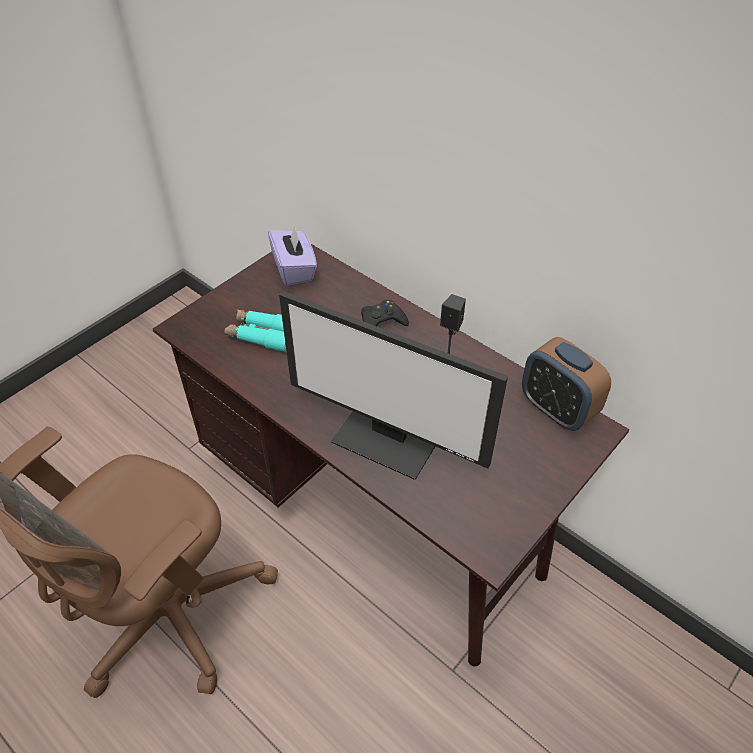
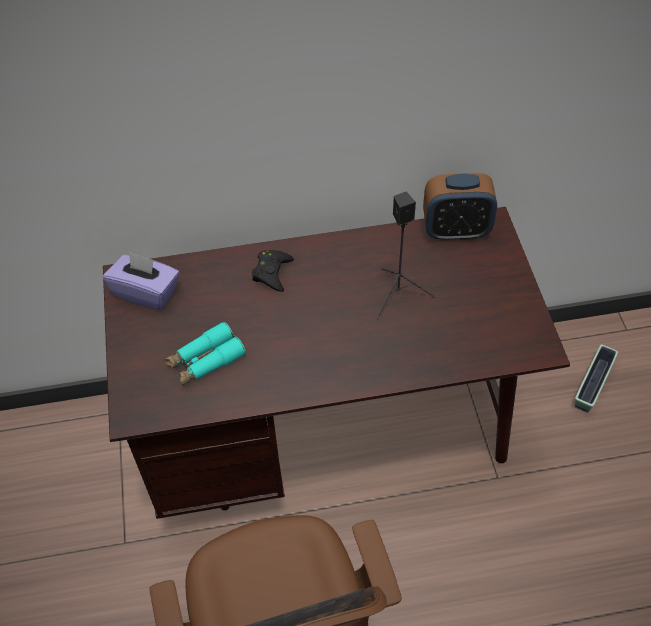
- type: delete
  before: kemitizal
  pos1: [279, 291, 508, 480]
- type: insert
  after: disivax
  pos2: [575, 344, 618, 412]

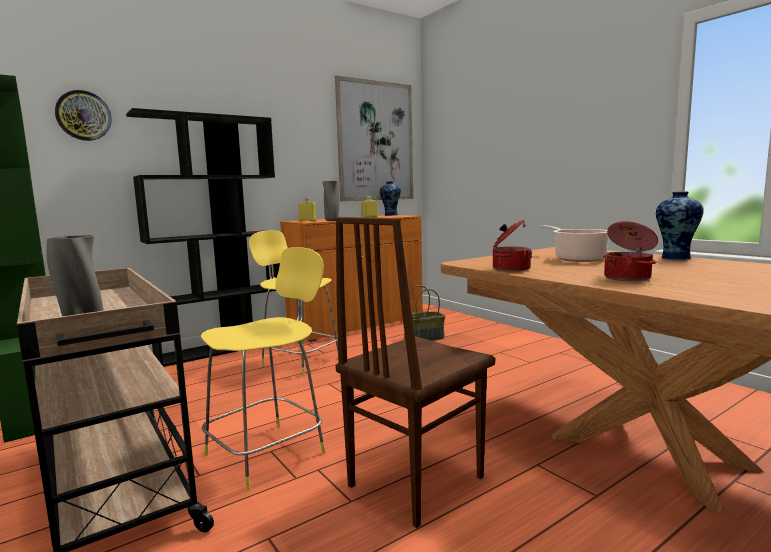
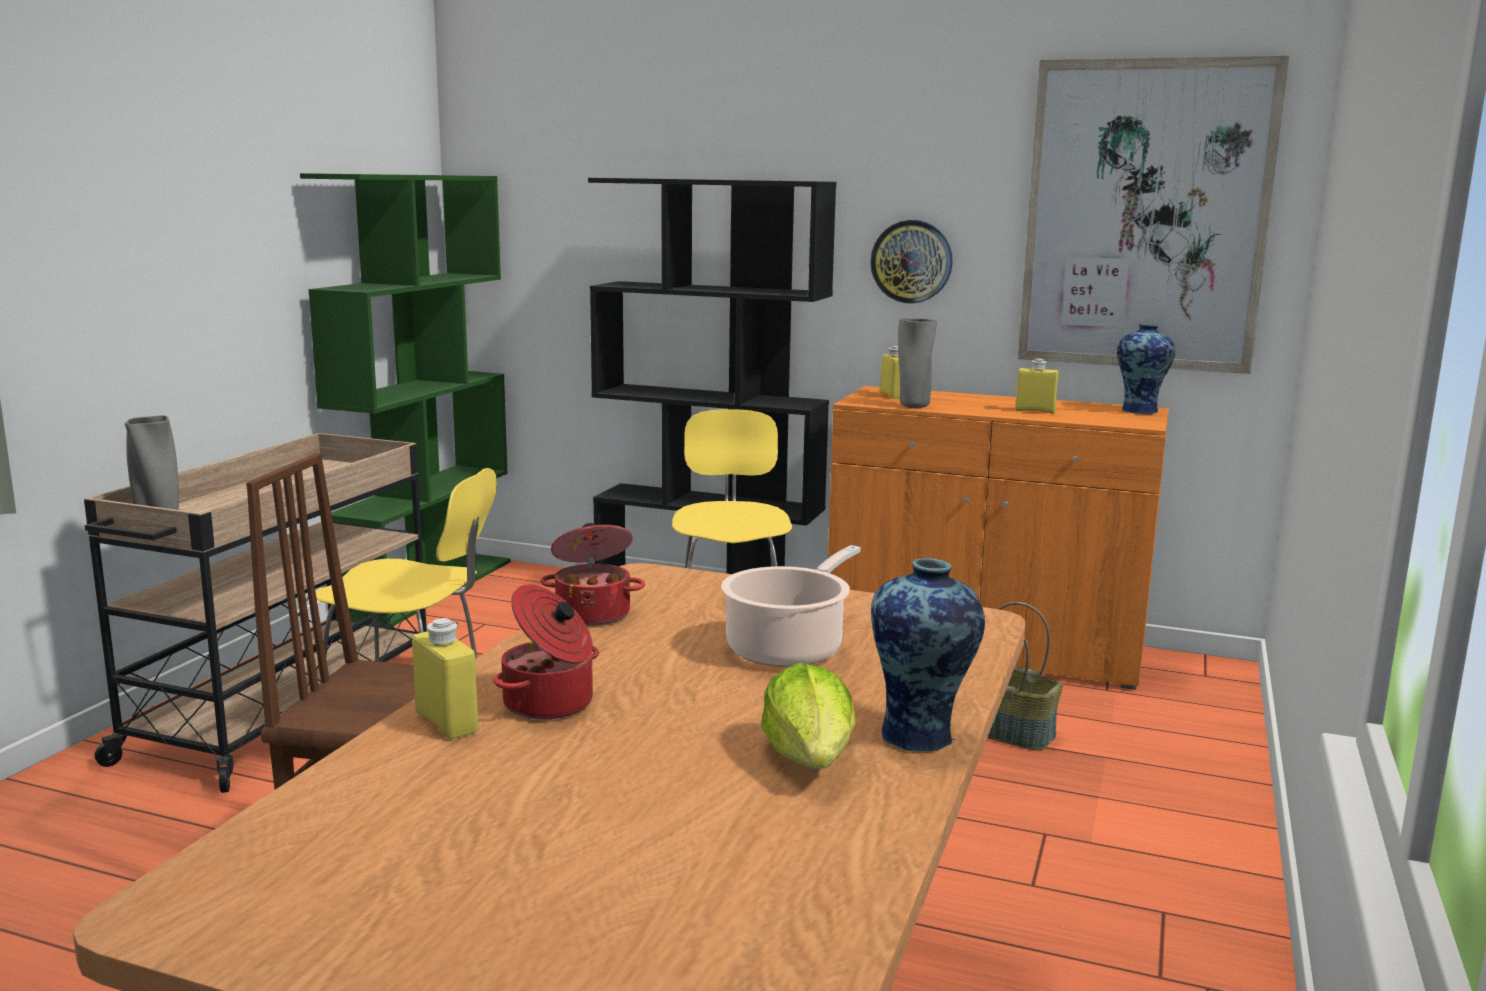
- type: move
  before: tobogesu
  pos1: [55, 90, 112, 141]
  pos2: [870, 220, 953, 304]
- type: insert
  after: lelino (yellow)
  pos2: [412, 618, 479, 739]
- type: insert
  after: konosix
  pos2: [761, 663, 855, 769]

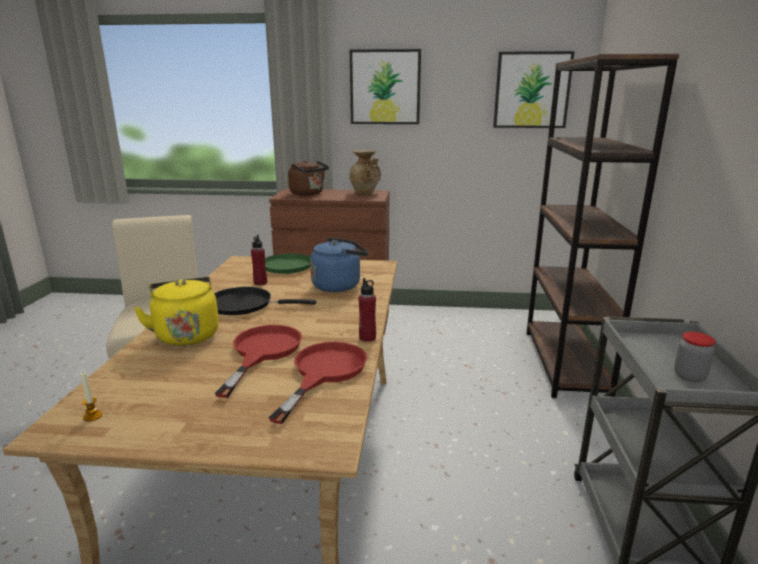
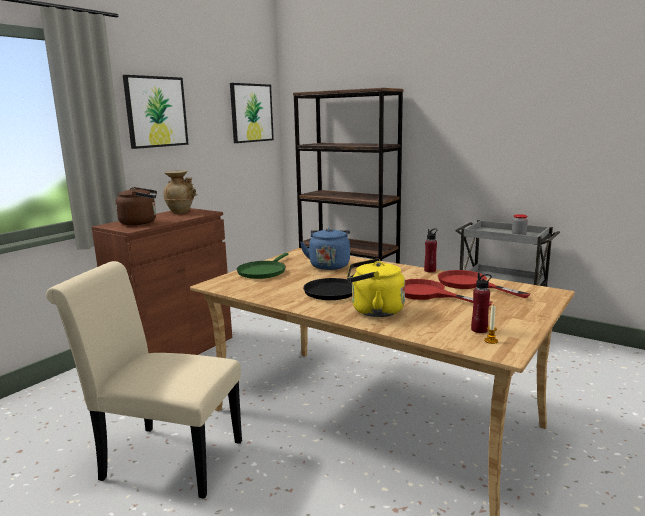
- type: move
  before: lelino (red)
  pos1: [251, 235, 267, 285]
  pos2: [471, 273, 492, 333]

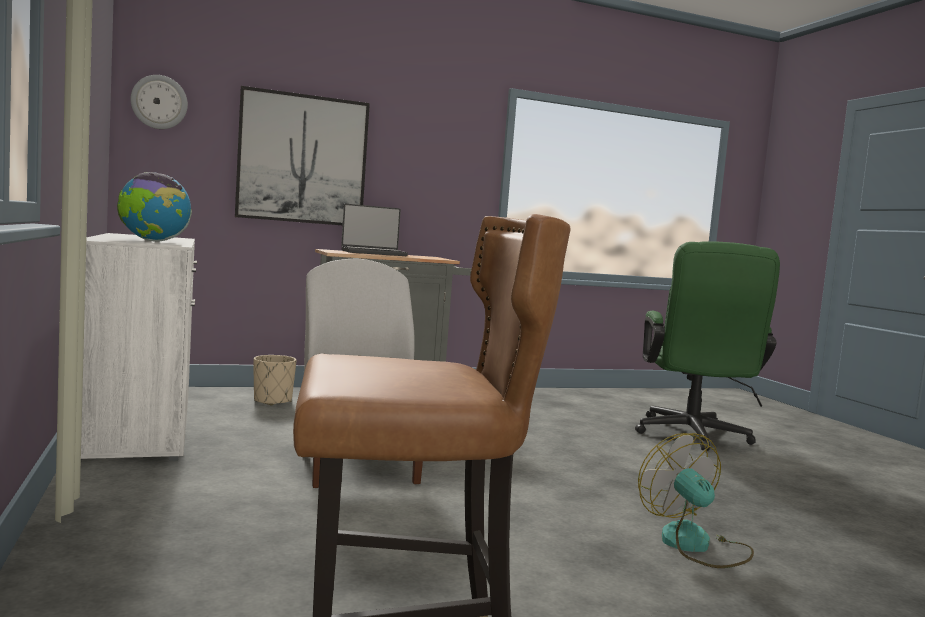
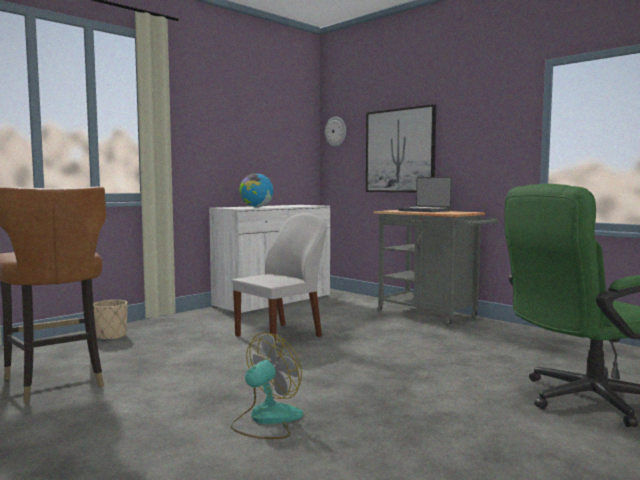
- type: move
  before: disivax (beige)
  pos1: [253, 355, 296, 406]
  pos2: [93, 300, 128, 340]

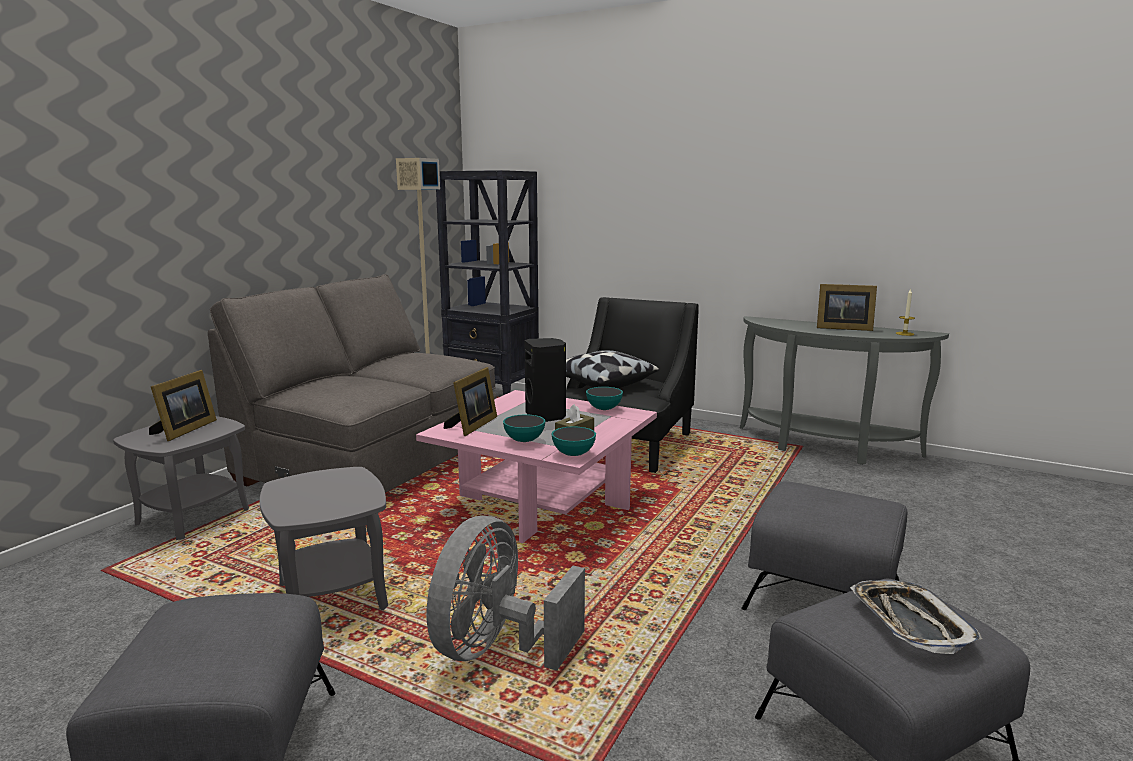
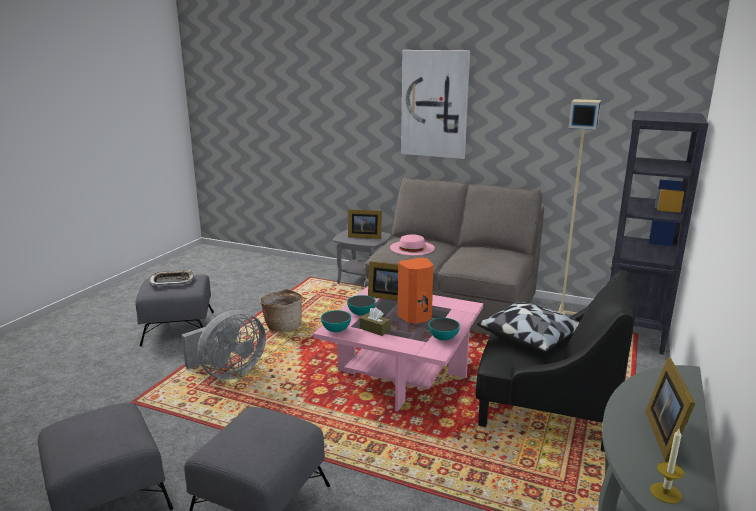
- type: replace
  before: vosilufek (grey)
  after: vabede
  pos1: [259, 467, 388, 610]
  pos2: [260, 289, 303, 332]
- type: rotate
  before: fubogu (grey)
  pos1: [427, 516, 585, 671]
  pos2: [181, 310, 266, 380]
  turn: 120
- type: recolor
  before: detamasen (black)
  after: detamasen (orange)
  pos1: [524, 338, 566, 422]
  pos2: [398, 258, 434, 324]
- type: move
  before: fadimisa
  pos1: [850, 580, 983, 654]
  pos2: [149, 270, 195, 285]
- type: insert
  after: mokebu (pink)
  pos2: [390, 234, 435, 255]
- type: insert
  after: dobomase
  pos2: [401, 50, 470, 159]

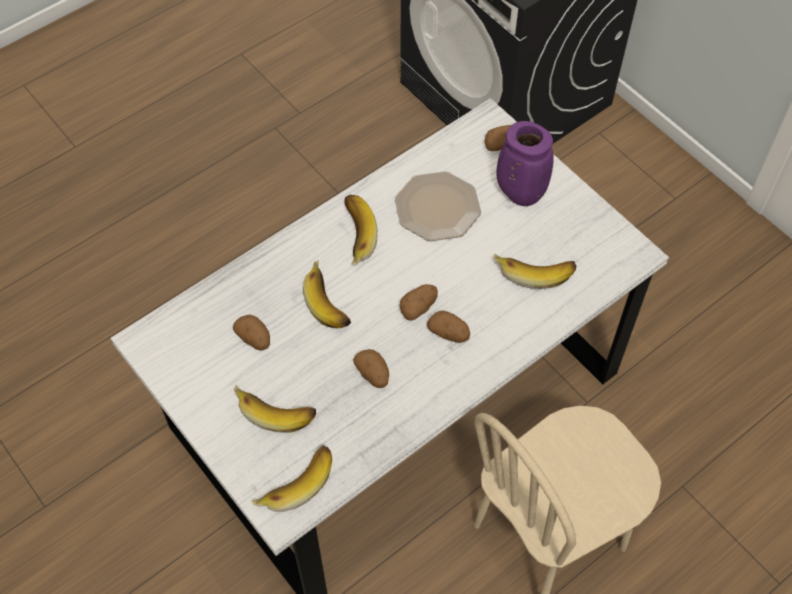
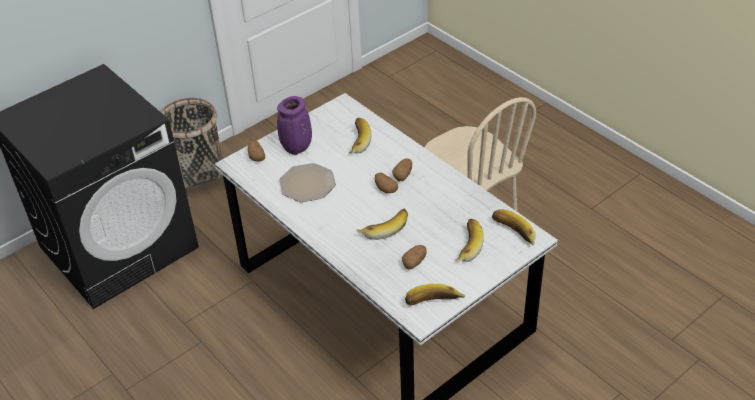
- type: move
  before: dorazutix
  pos1: [344, 195, 378, 265]
  pos2: [405, 284, 465, 306]
- type: delete
  before: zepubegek
  pos1: [353, 349, 389, 388]
- type: insert
  after: vabede
  pos2: [161, 98, 225, 197]

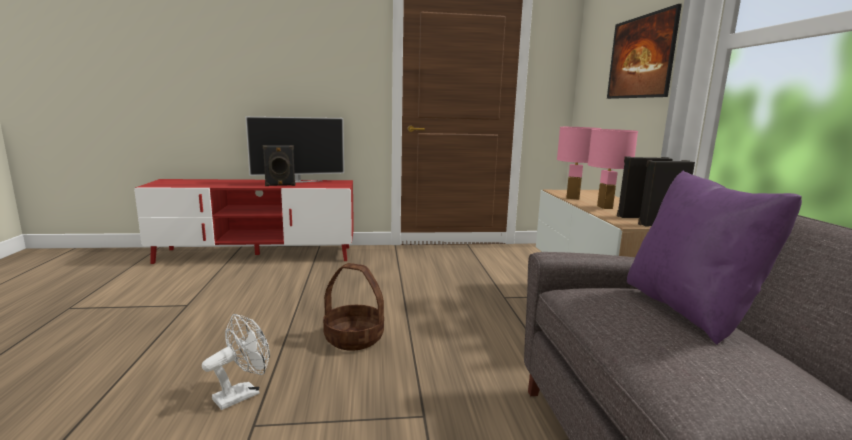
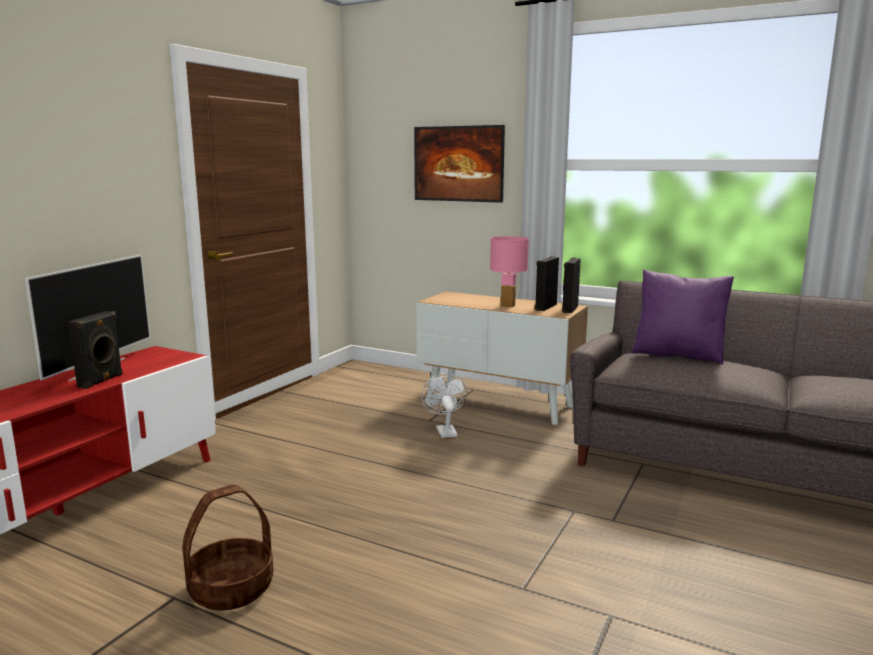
- type: move
  before: fubogu (white)
  pos1: [202, 314, 270, 410]
  pos2: [421, 373, 467, 438]
- type: move
  before: vabede
  pos1: [323, 263, 384, 351]
  pos2: [182, 485, 273, 610]
- type: delete
  before: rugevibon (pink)
  pos1: [557, 127, 602, 200]

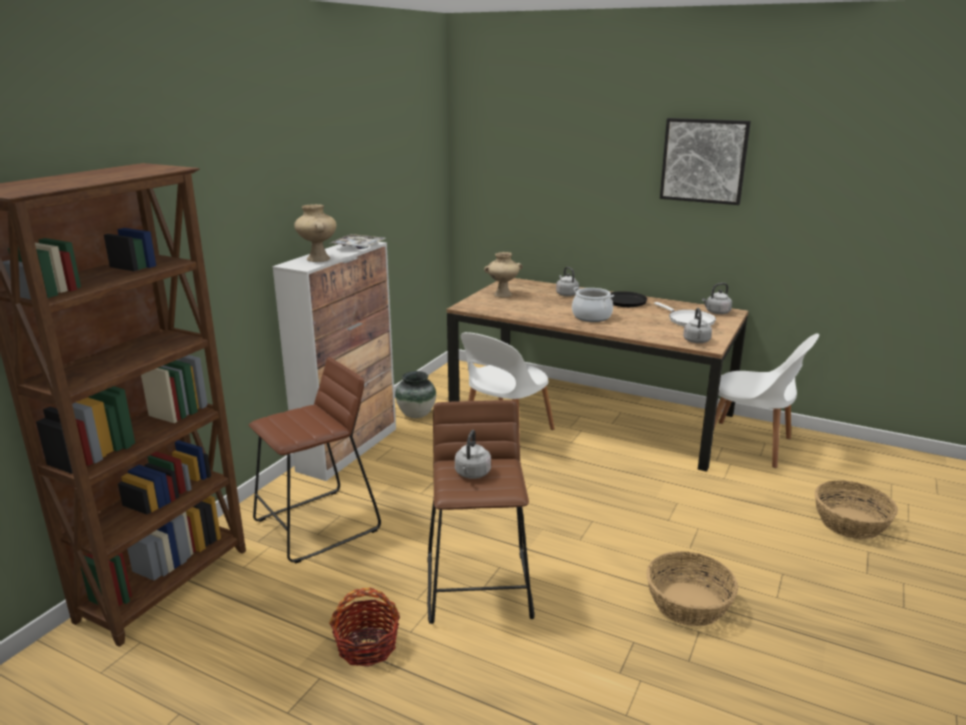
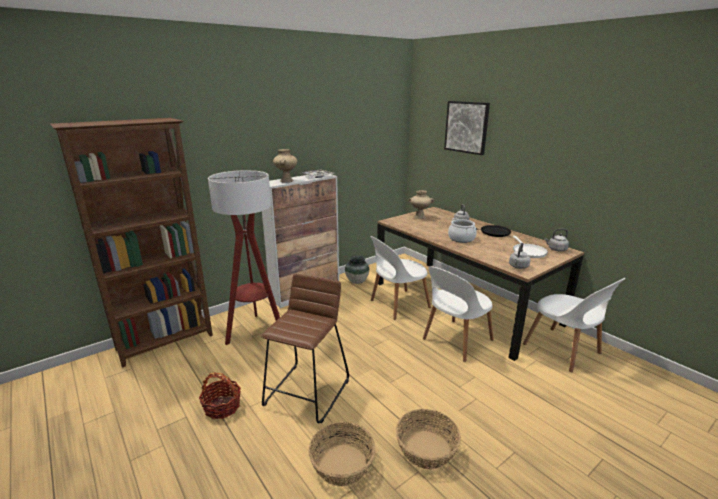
- type: replace
  before: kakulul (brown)
  after: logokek
  pos1: [249, 357, 381, 564]
  pos2: [208, 170, 280, 345]
- type: delete
  before: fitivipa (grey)
  pos1: [455, 430, 491, 479]
- type: move
  before: dobomase
  pos1: [660, 118, 751, 205]
  pos2: [444, 101, 490, 155]
- type: move
  before: vabede
  pos1: [815, 480, 898, 539]
  pos2: [308, 422, 376, 486]
- type: insert
  after: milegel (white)
  pos2: [423, 266, 494, 362]

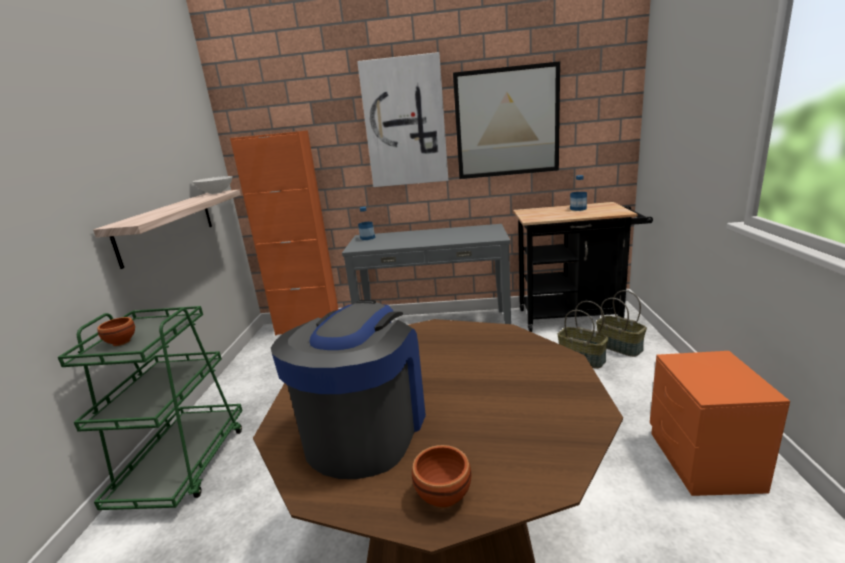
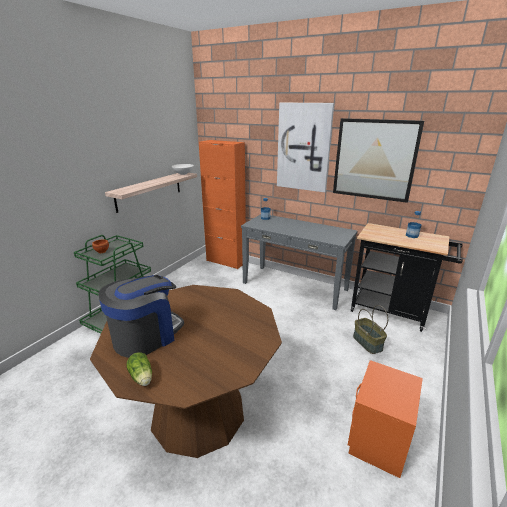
- type: replace
  before: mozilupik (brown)
  after: konosix
  pos1: [412, 445, 471, 509]
  pos2: [126, 352, 152, 386]
- type: delete
  before: vabede
  pos1: [596, 290, 647, 357]

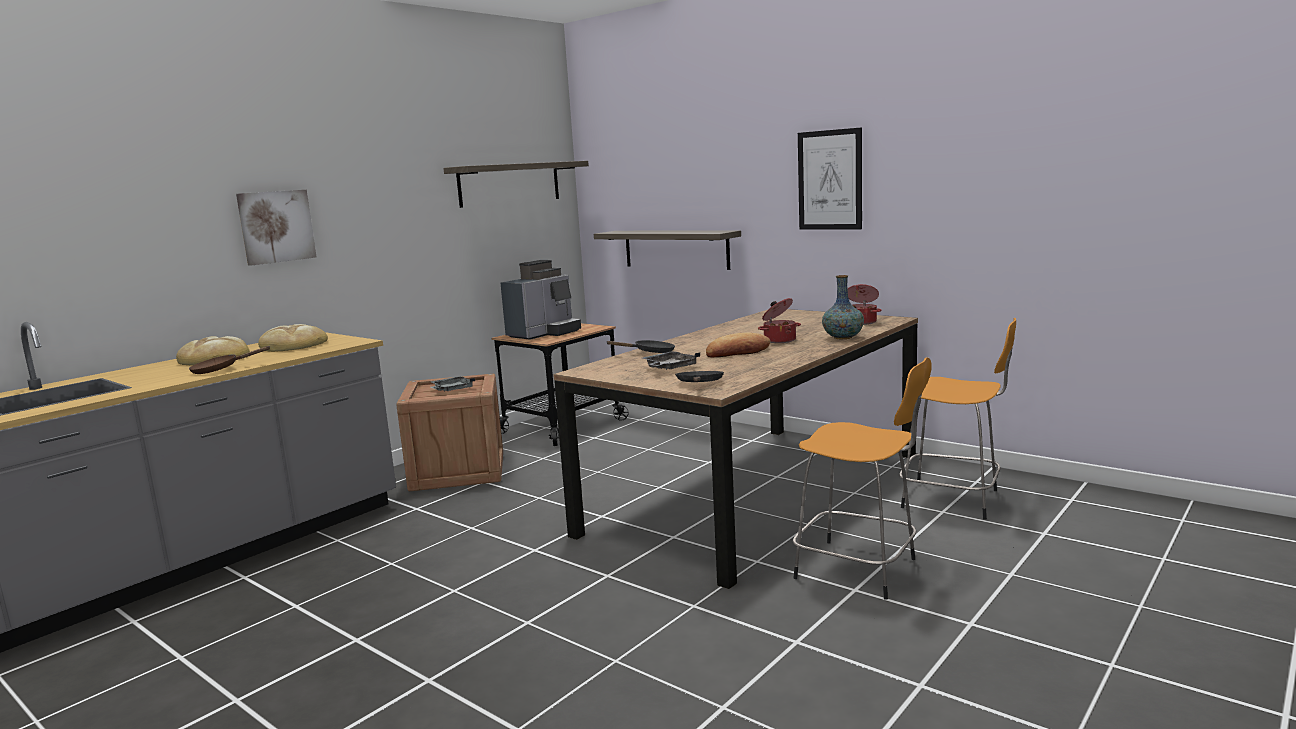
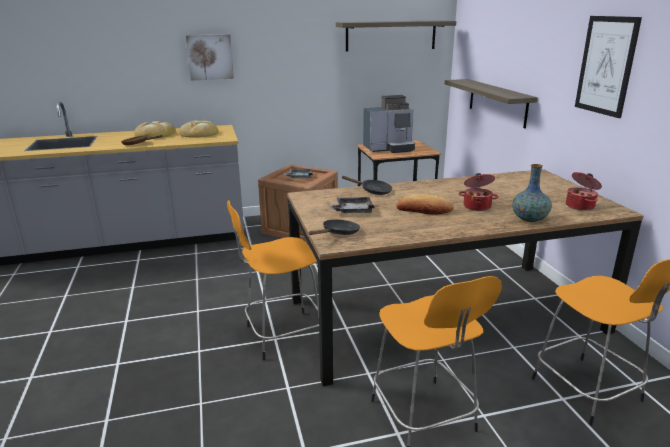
- type: insert
  after: kakulul (orange)
  pos2: [227, 200, 319, 360]

